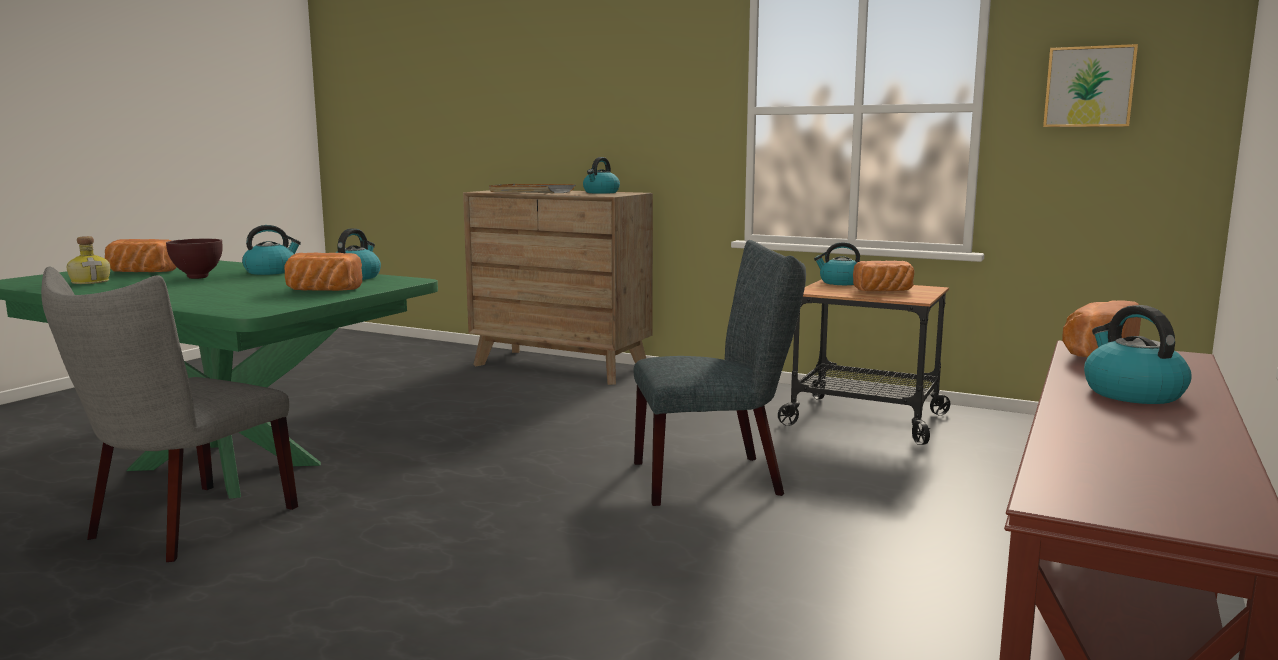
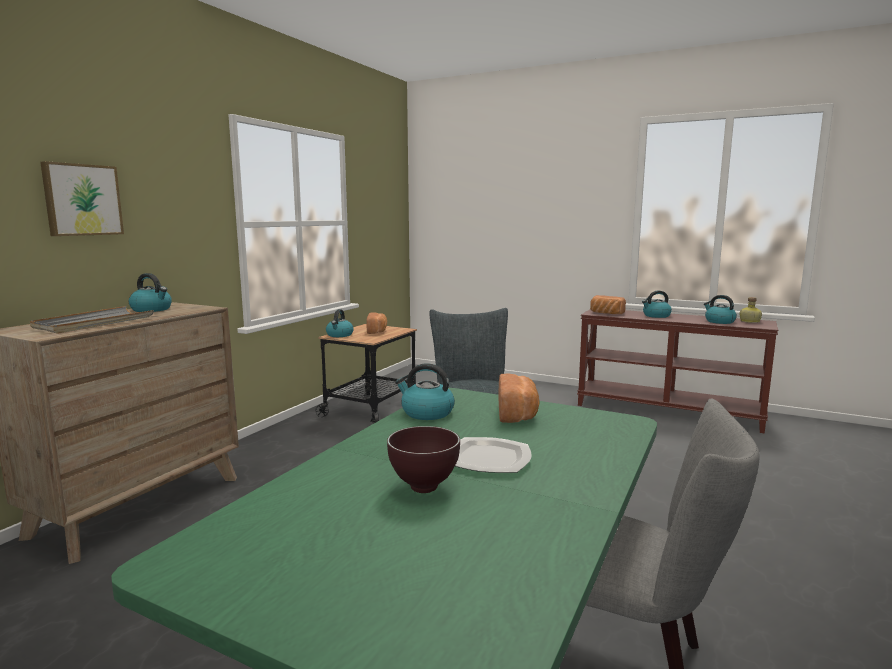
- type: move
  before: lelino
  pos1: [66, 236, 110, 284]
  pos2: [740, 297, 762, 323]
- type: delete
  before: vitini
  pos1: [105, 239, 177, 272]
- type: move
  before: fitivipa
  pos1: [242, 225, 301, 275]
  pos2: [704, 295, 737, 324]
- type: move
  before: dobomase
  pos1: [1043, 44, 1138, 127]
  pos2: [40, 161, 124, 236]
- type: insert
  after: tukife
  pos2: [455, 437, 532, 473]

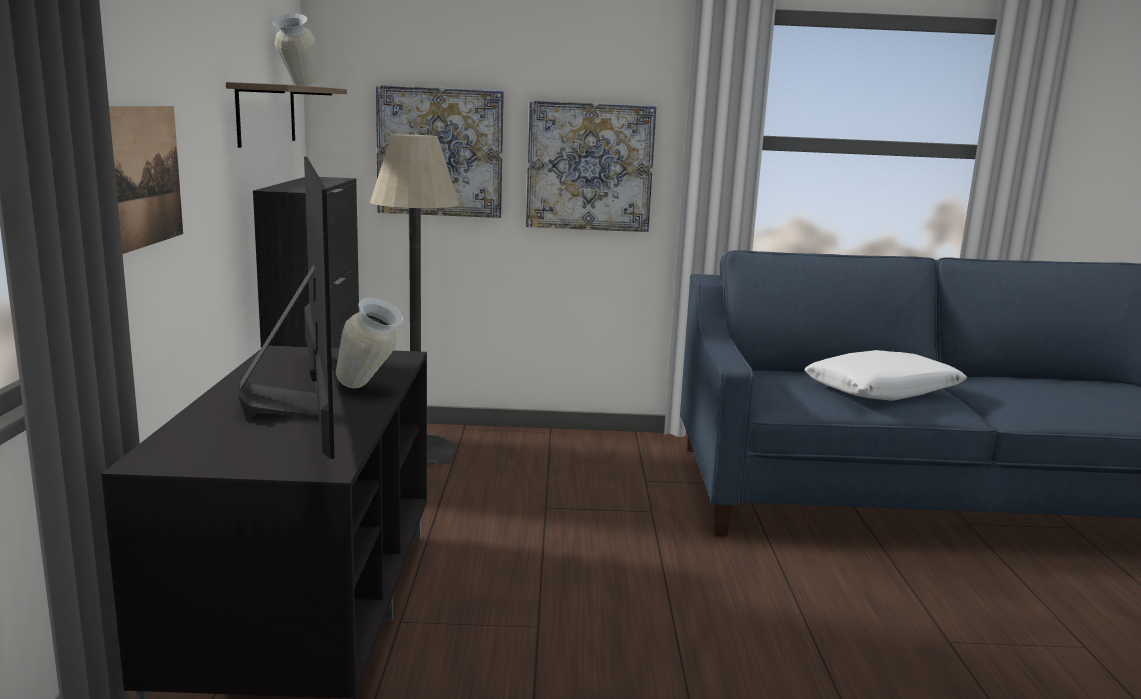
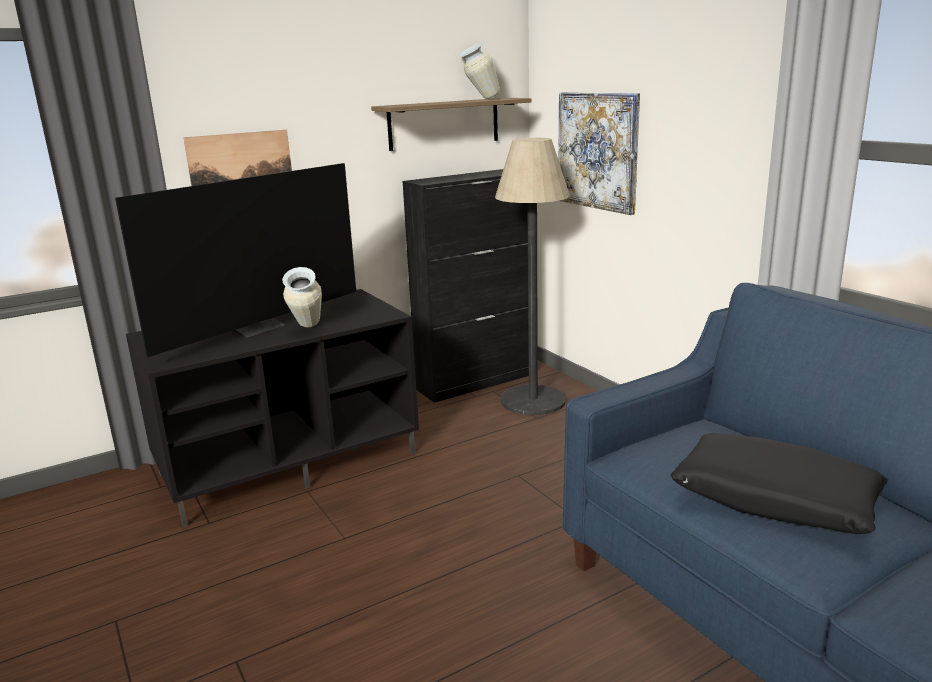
- type: delete
  before: dobomase
  pos1: [526, 100, 657, 232]
- type: recolor
  before: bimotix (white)
  after: bimotix (black)
  pos1: [805, 350, 968, 401]
  pos2: [670, 433, 888, 534]

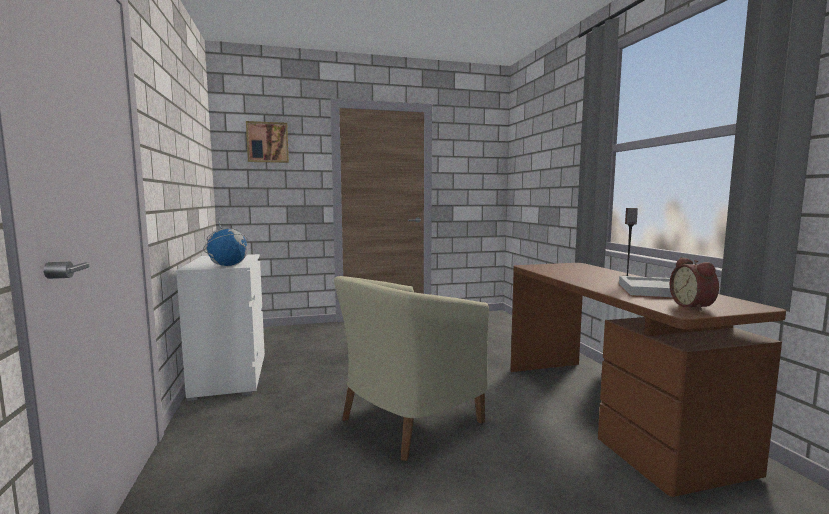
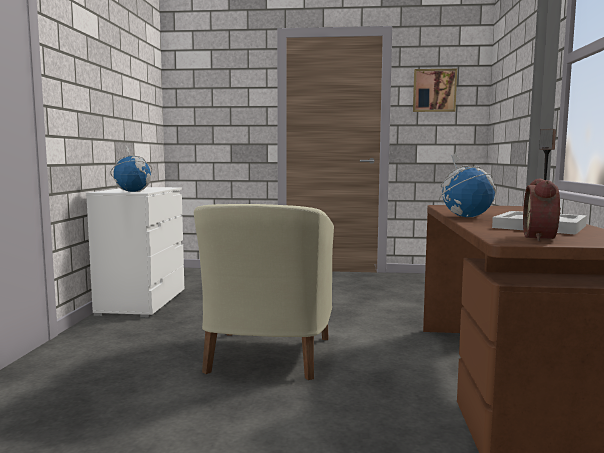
- type: move
  before: dobomase
  pos1: [246, 121, 289, 163]
  pos2: [413, 69, 457, 112]
- type: rotate
  before: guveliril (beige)
  pos1: [334, 276, 489, 461]
  pos2: [194, 204, 334, 380]
  turn: -60
- type: insert
  after: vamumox
  pos2: [439, 152, 496, 217]

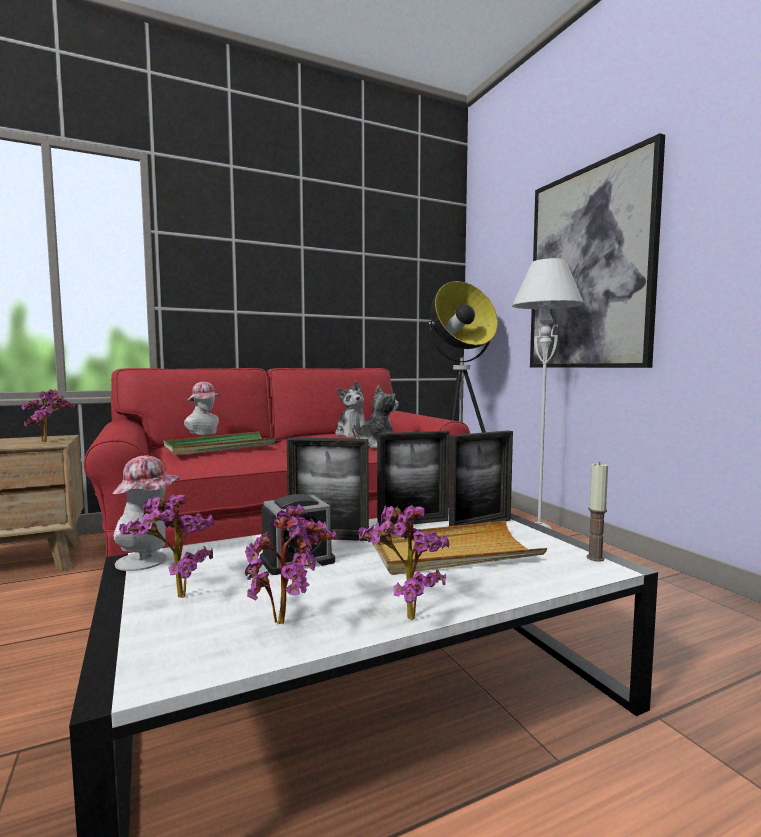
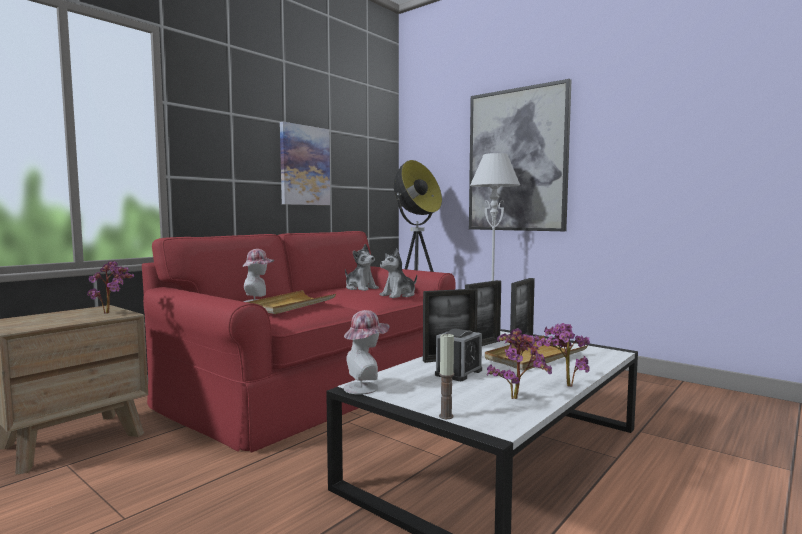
- type: delete
  before: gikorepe
  pos1: [119, 494, 214, 598]
- type: recolor
  before: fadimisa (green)
  after: fadimisa (beige)
  pos1: [164, 431, 277, 455]
  pos2: [247, 290, 336, 314]
- type: rotate
  before: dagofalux
  pos1: [353, 385, 399, 449]
  pos2: [379, 248, 417, 298]
  turn: -150
- type: move
  before: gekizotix
  pos1: [586, 461, 608, 562]
  pos2: [439, 333, 454, 419]
- type: insert
  after: dobomase
  pos2: [280, 122, 330, 205]

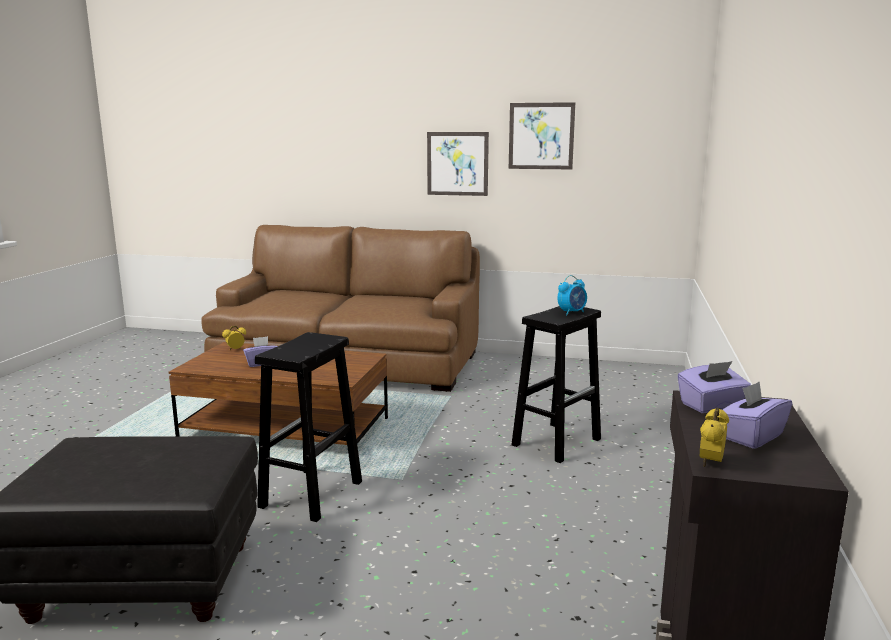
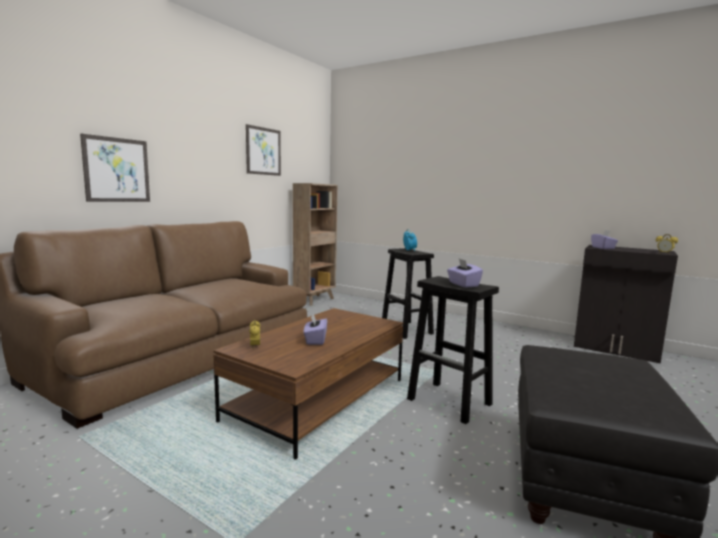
- type: move
  before: dobomase
  pos1: [427, 132, 489, 196]
  pos2: [80, 134, 150, 202]
- type: move
  before: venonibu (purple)
  pos1: [722, 382, 792, 449]
  pos2: [447, 259, 483, 288]
- type: insert
  after: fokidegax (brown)
  pos2: [293, 183, 337, 306]

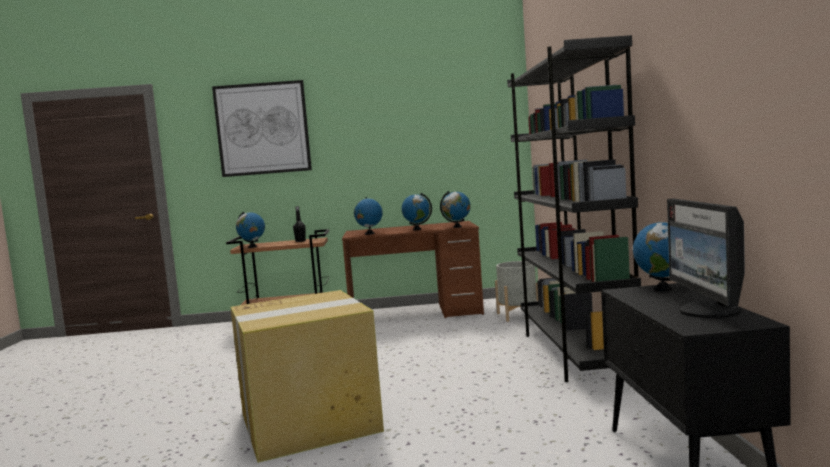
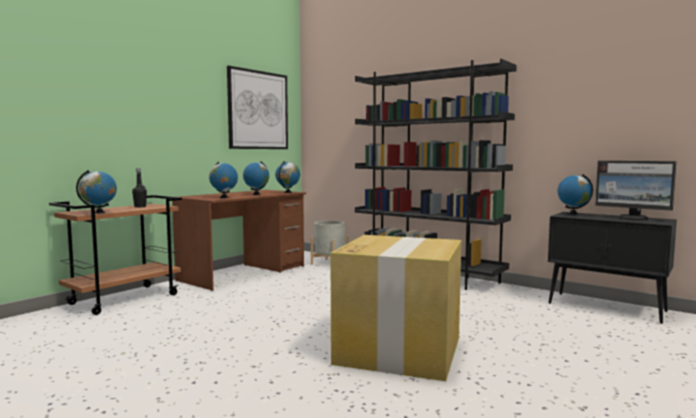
- type: move
  before: dobomase
  pos1: [212, 80, 312, 177]
  pos2: [227, 66, 288, 149]

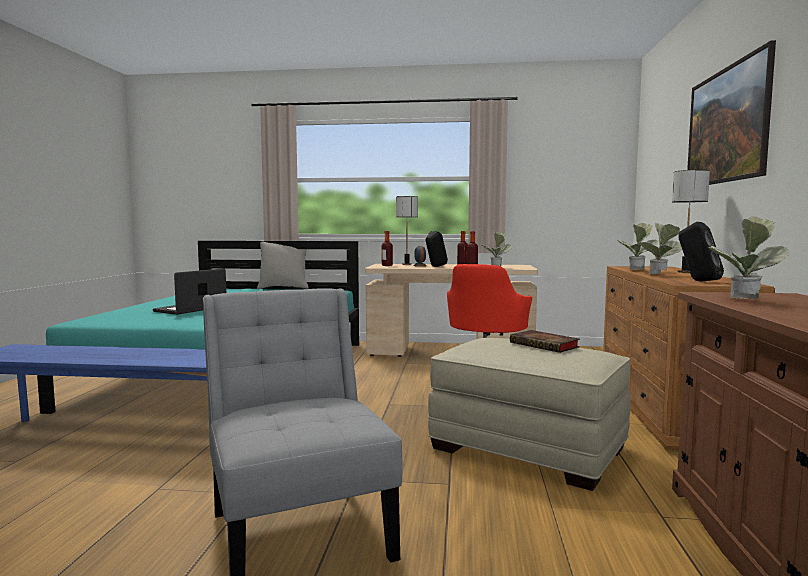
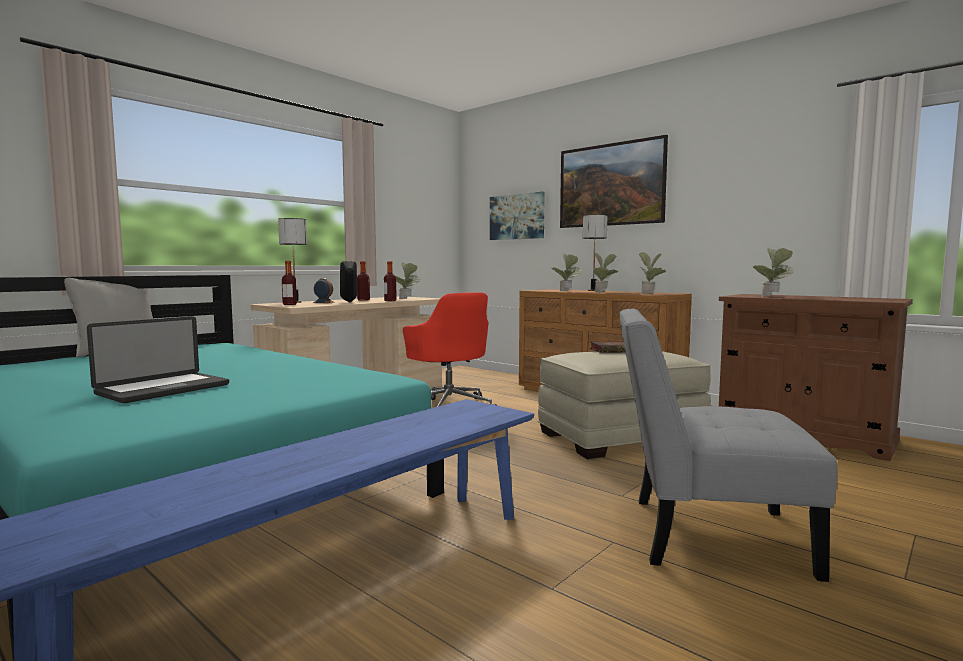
- type: rotate
  before: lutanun
  pos1: [153, 268, 226, 315]
  pos2: [87, 316, 229, 403]
  turn: -120
- type: replace
  before: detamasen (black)
  after: gikorepe
  pos1: [678, 222, 724, 281]
  pos2: [638, 252, 666, 294]
- type: insert
  after: dobomase
  pos2: [490, 192, 545, 240]

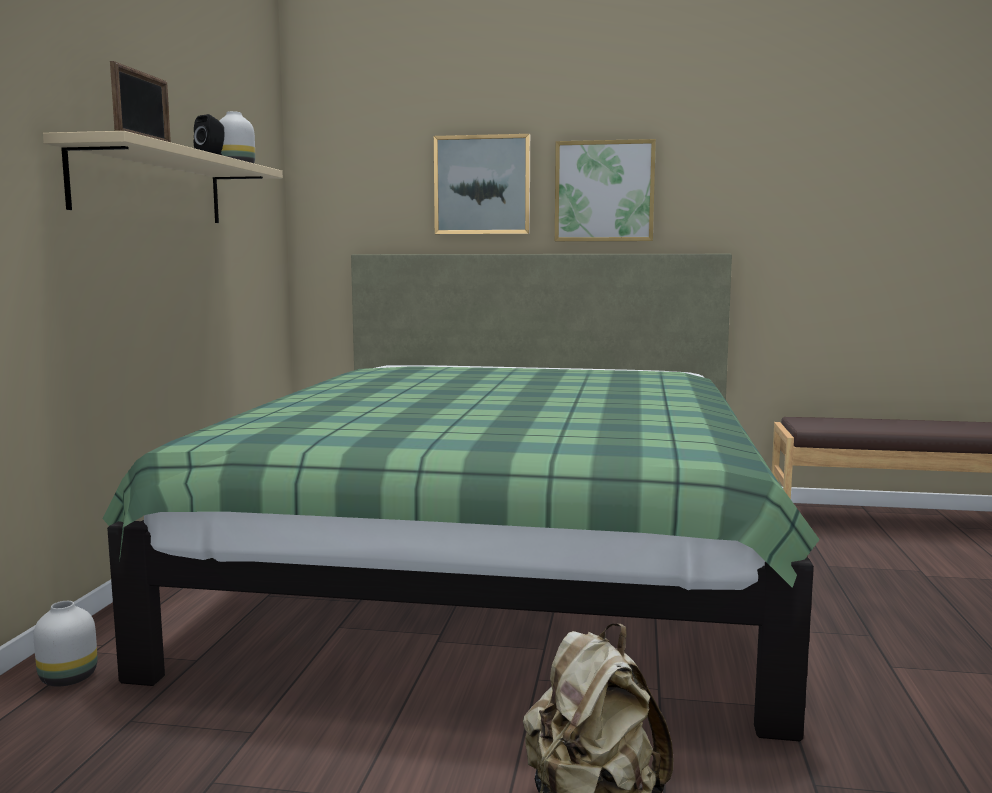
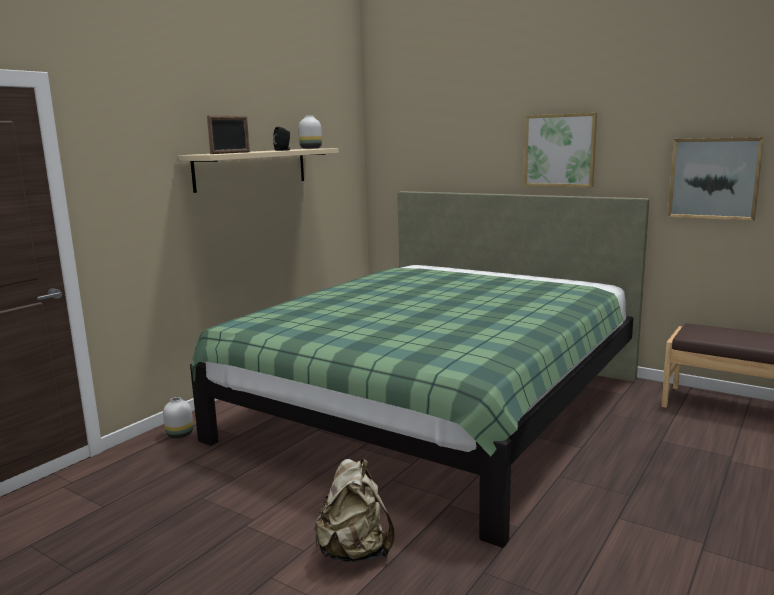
- type: move
  before: dobomase
  pos1: [434, 134, 530, 234]
  pos2: [668, 137, 764, 221]

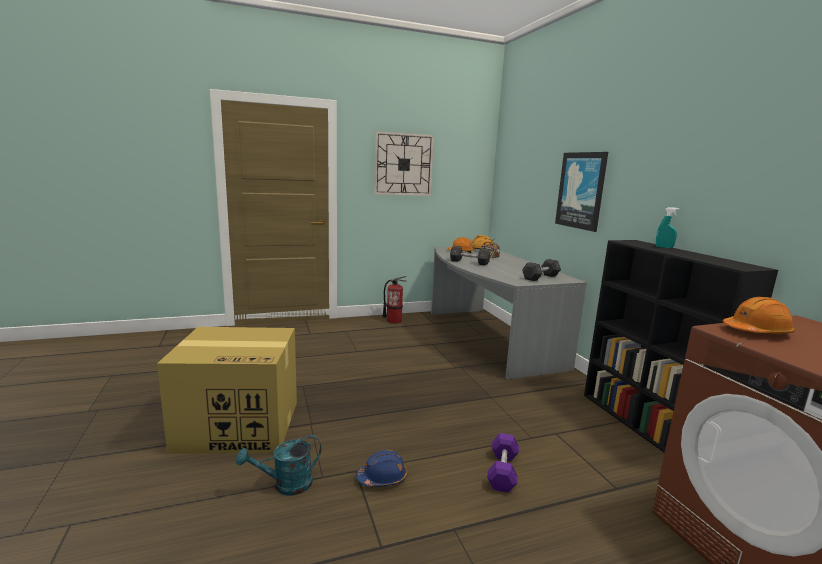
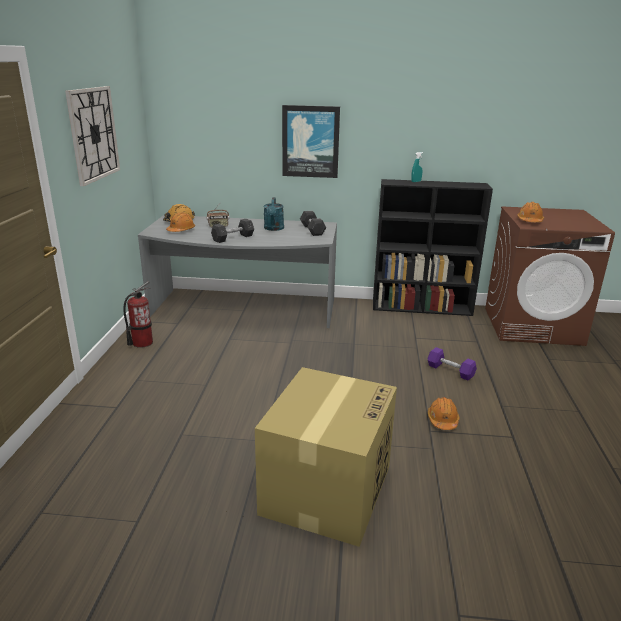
- type: move
  before: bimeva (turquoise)
  pos1: [236, 435, 321, 495]
  pos2: [264, 197, 284, 231]
- type: recolor
  before: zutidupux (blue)
  after: zutidupux (orange)
  pos1: [356, 449, 407, 487]
  pos2: [428, 397, 459, 430]

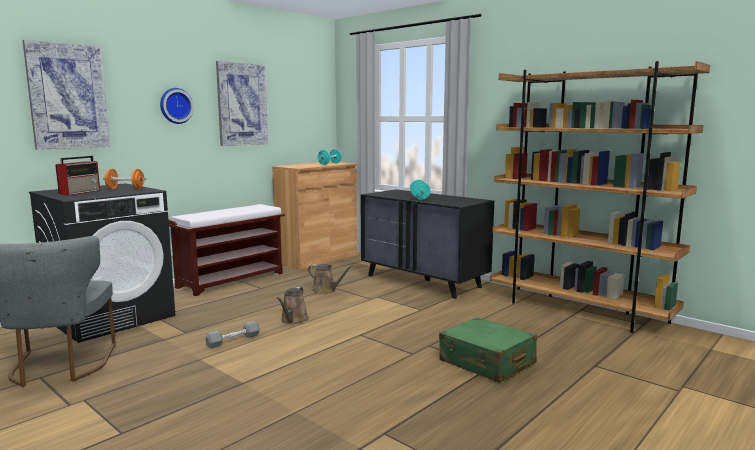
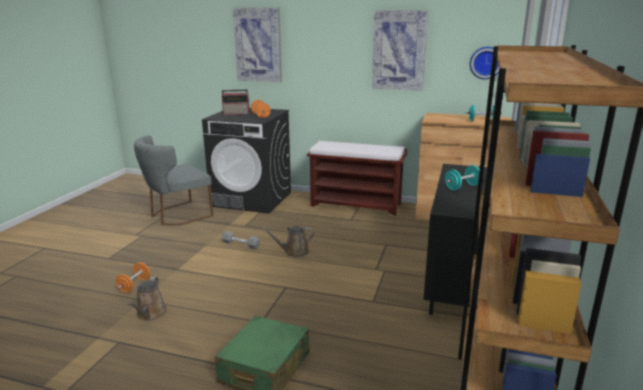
- type: move
  before: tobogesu
  pos1: [160, 88, 194, 124]
  pos2: [470, 47, 499, 79]
- type: move
  before: bimeva (brown)
  pos1: [308, 264, 353, 294]
  pos2: [128, 277, 167, 321]
- type: insert
  after: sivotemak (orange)
  pos2: [116, 262, 150, 293]

